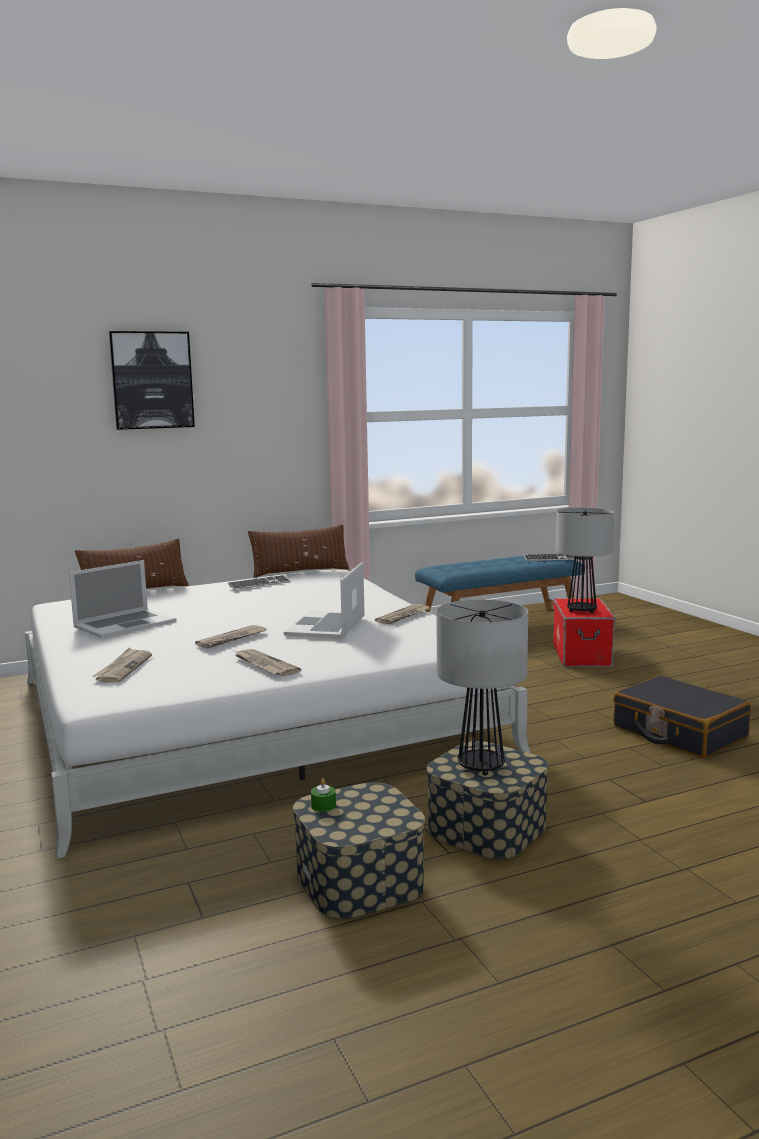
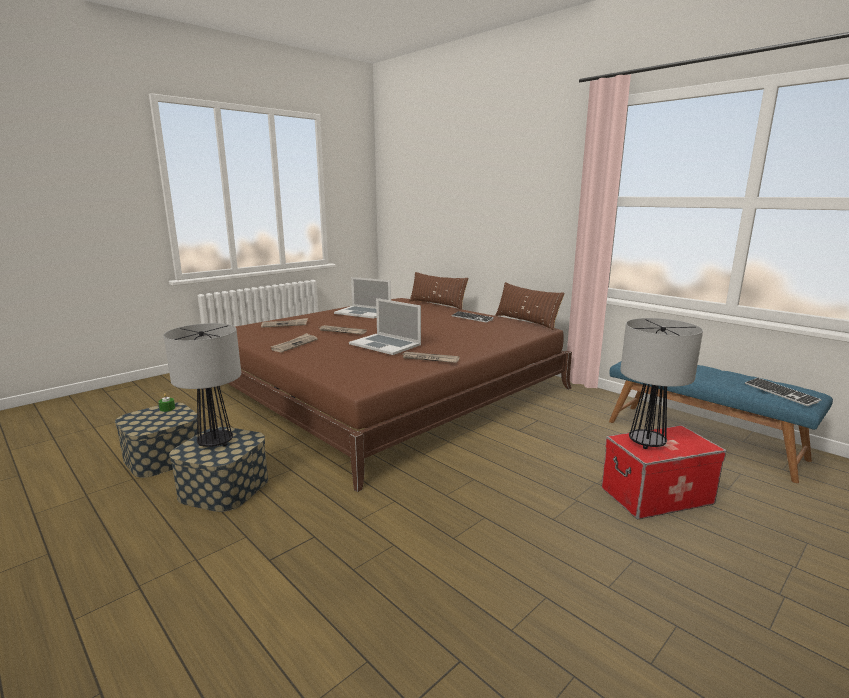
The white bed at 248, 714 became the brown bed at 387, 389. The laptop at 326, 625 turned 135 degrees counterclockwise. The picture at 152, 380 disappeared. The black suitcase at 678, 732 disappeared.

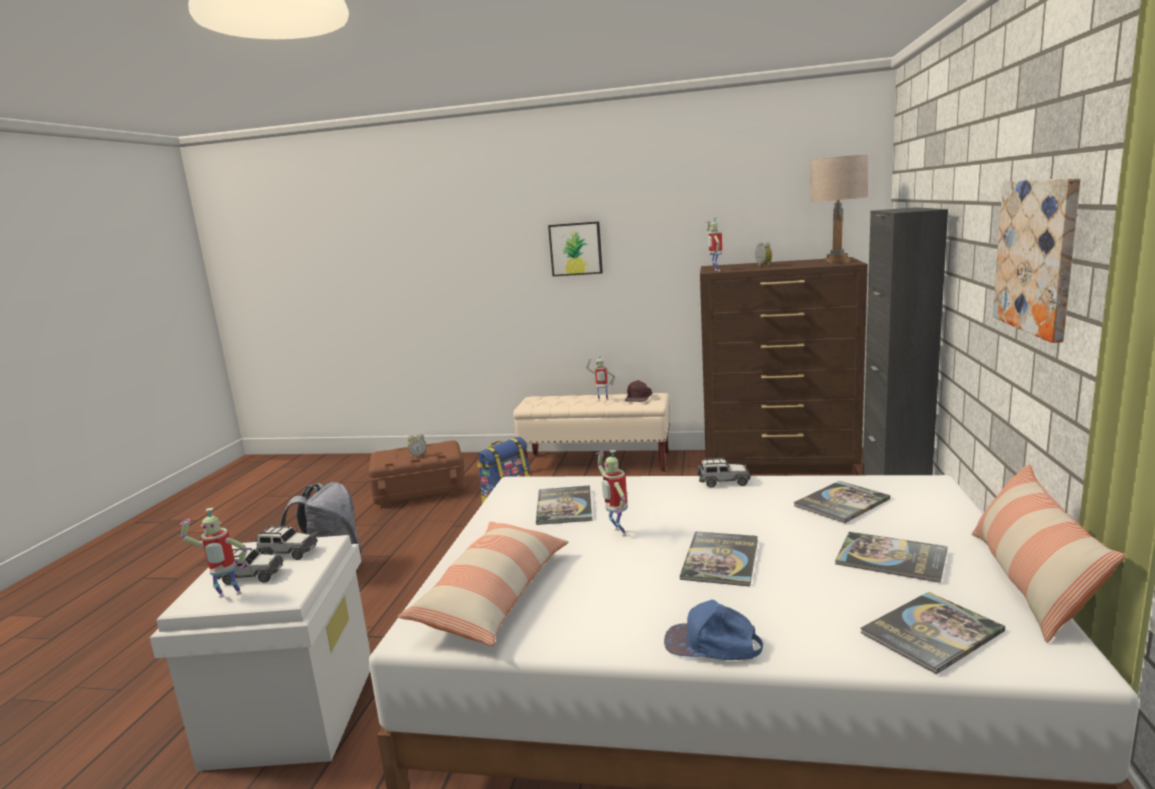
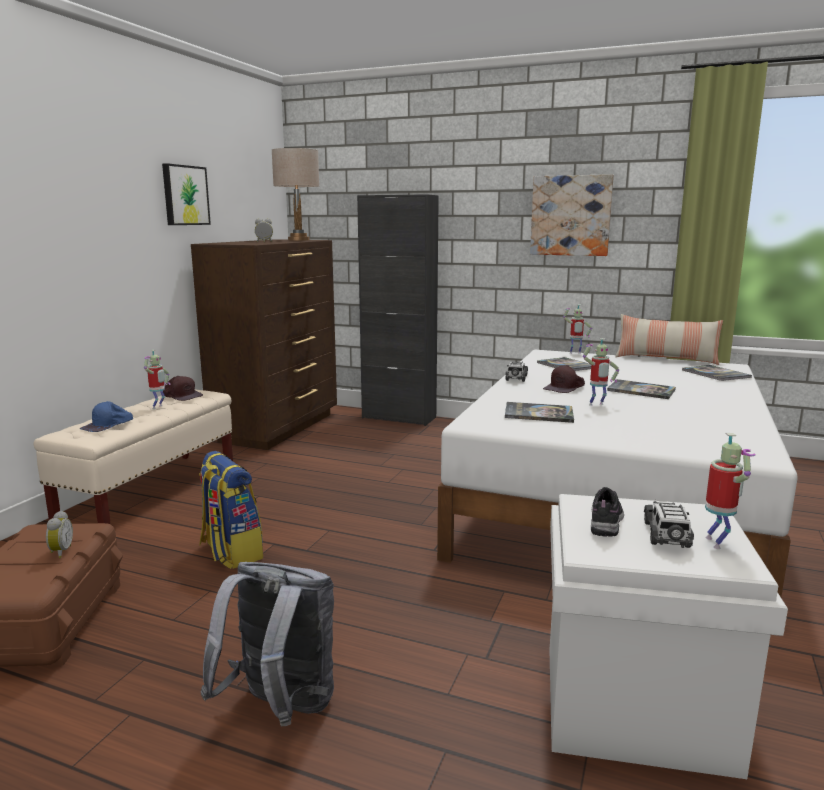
The blue cap moved from 712, 645 to 108, 425. The picture moved from 576, 249 to 185, 195. The brown cap at 565, 388 appeared. The toy robot moved from 715, 270 to 575, 353. The toy car at 287, 553 was replaced by the shoe at 605, 521. The pillow at 494, 596 disappeared. The book at 891, 558 disappeared.

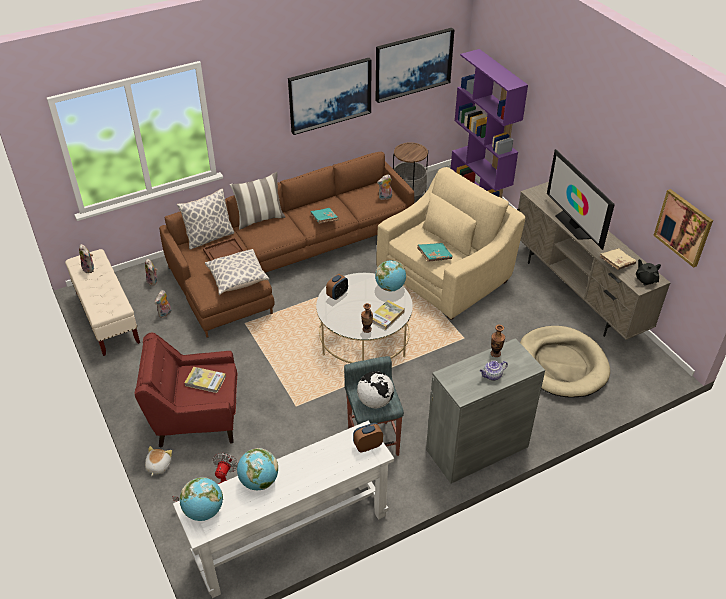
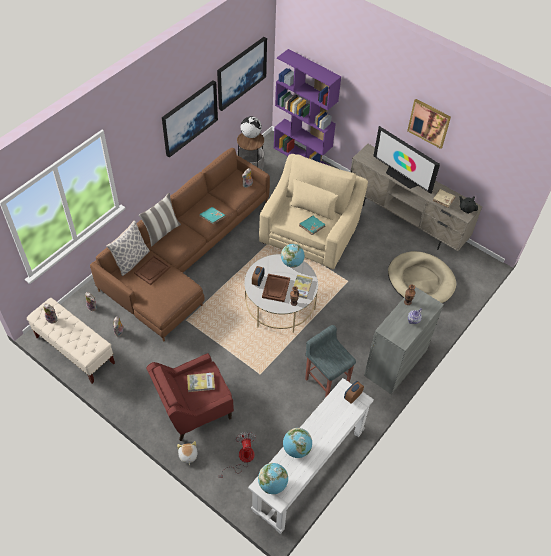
The globe moved from 375, 401 to 251, 135. The brown tray at 276, 288 appeared. The picture moved from 683, 227 to 429, 123. The pillow at 237, 279 disappeared.

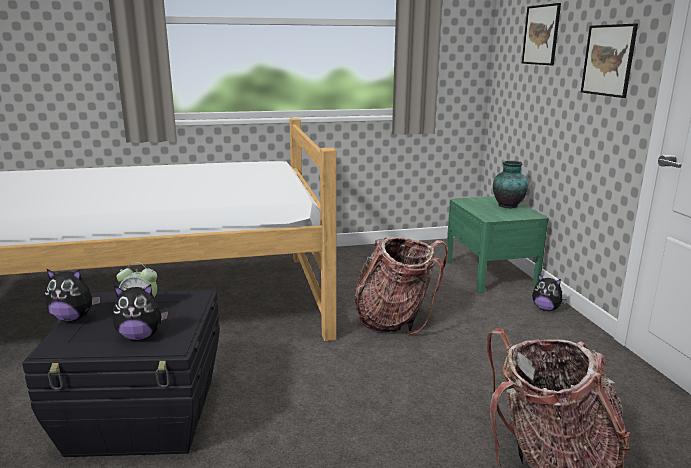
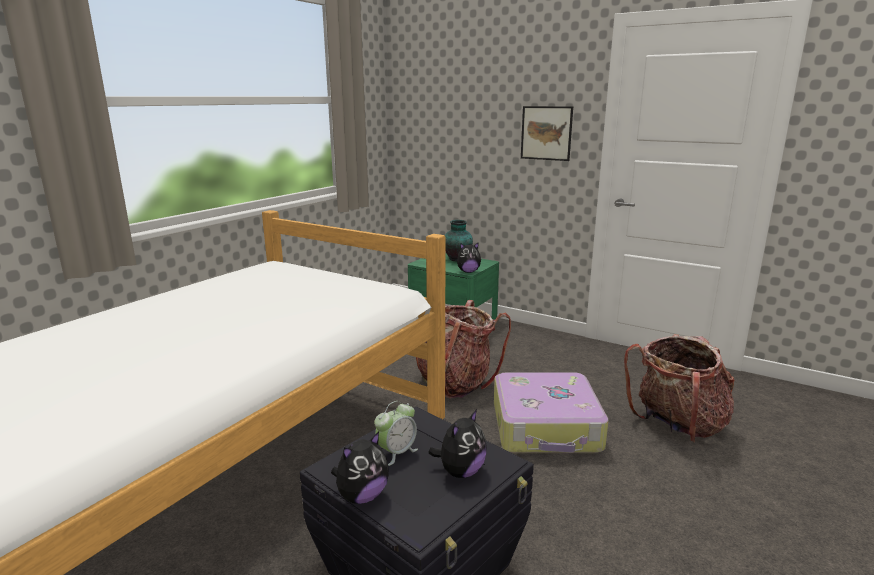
The plush toy moved from 546, 309 to 468, 271. The suitcase at 546, 427 appeared. The picture at 541, 35 disappeared.

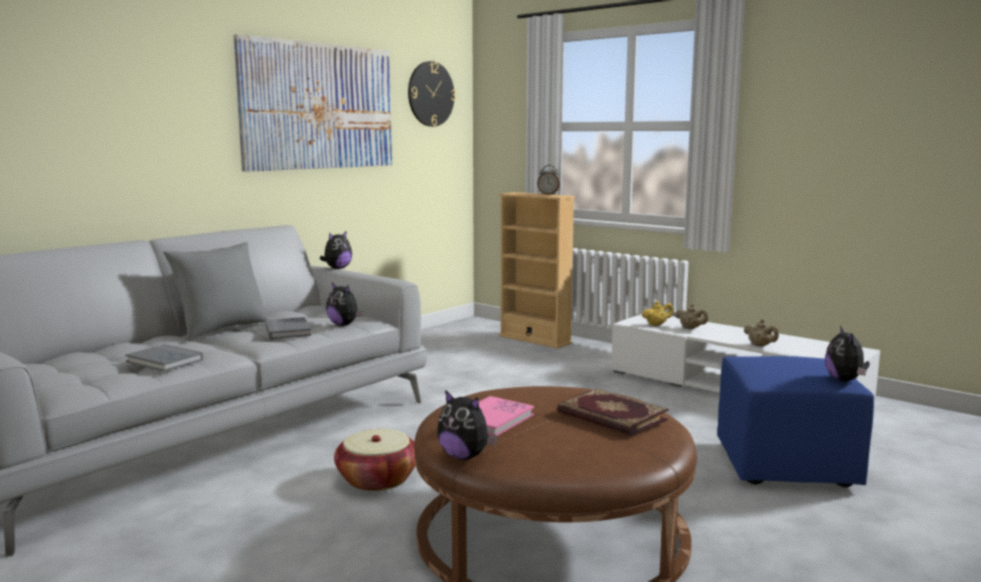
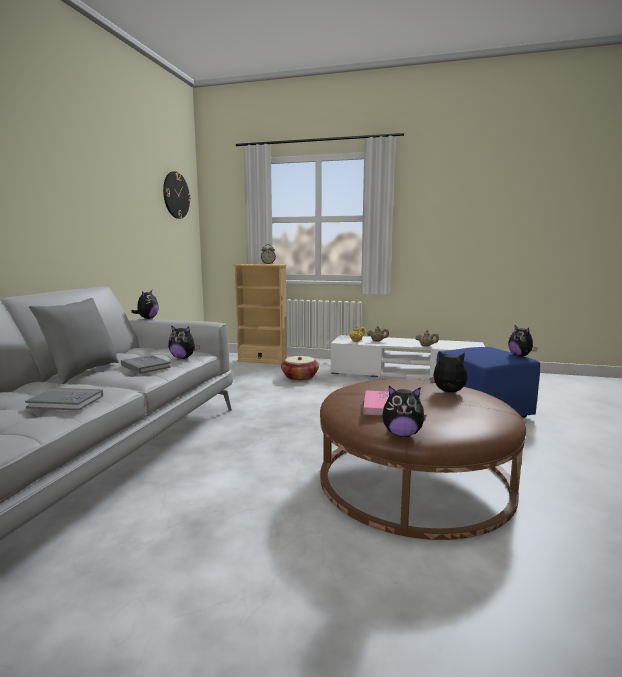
The basket moved from 377, 479 to 300, 377. The book at 611, 417 was replaced by the plush toy at 448, 392. The picture at 318, 106 disappeared.

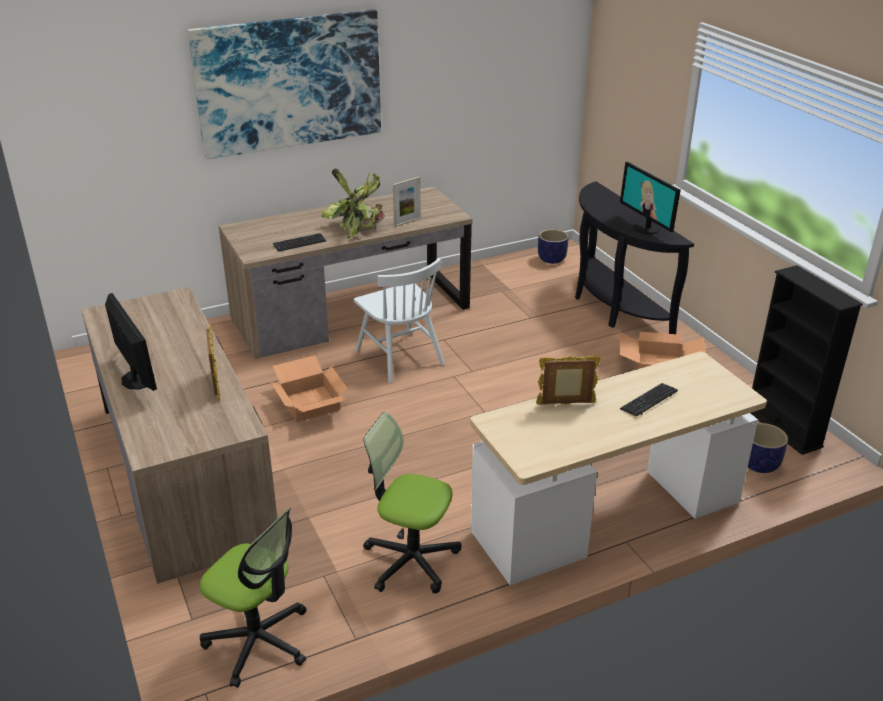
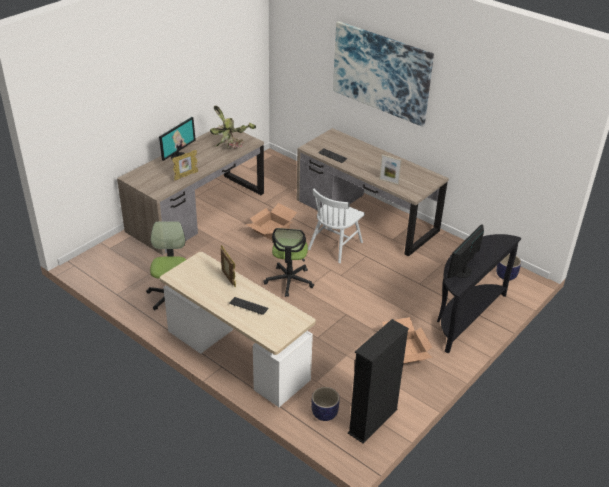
The potted plant moved from 358, 226 to 233, 145. The office chair moved from 258, 641 to 289, 281.

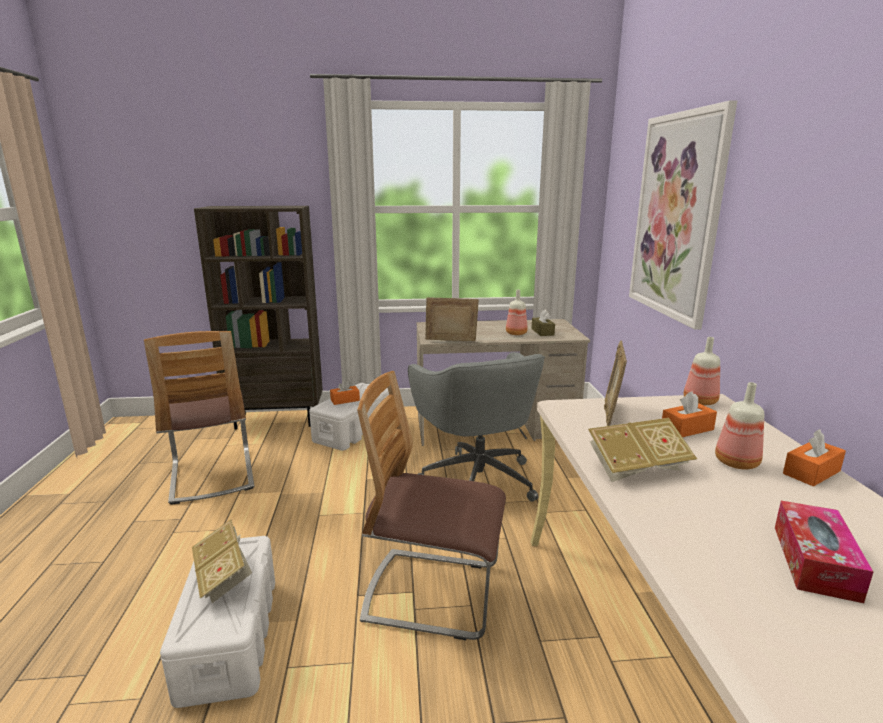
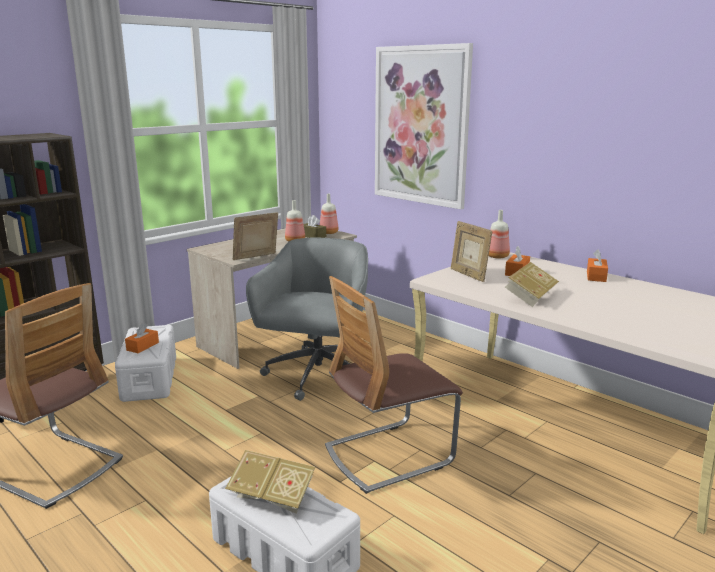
The grey office chair at 477, 478 turned 105 degrees counterclockwise. The bottle moved from 736, 463 to 329, 233. The tissue box at 814, 561 disappeared.

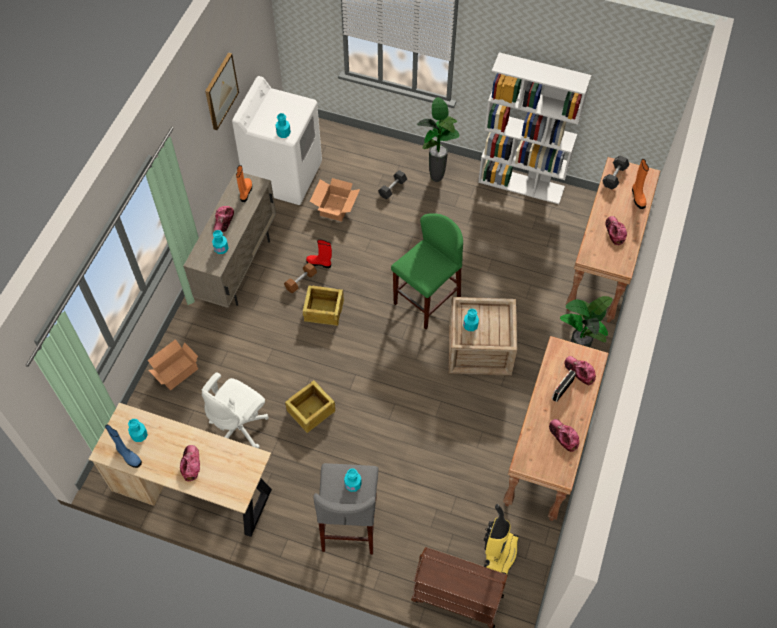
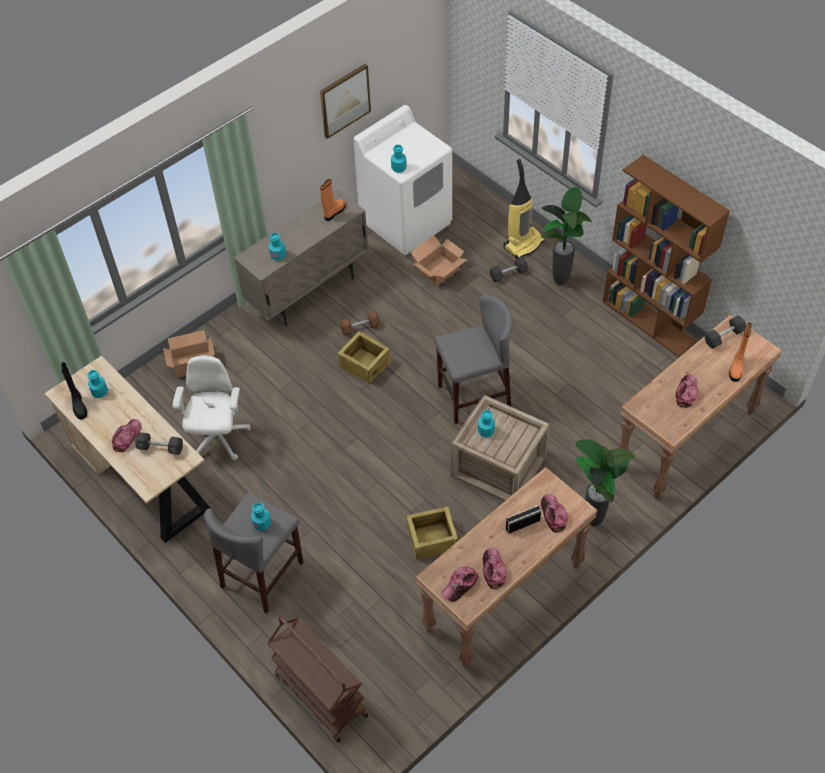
The blue boot at 128, 455 became the black boot at 79, 405. The black dumbbell at 160, 448 appeared. The white office chair at 240, 427 turned 120 degrees clockwise. The crate moved from 310, 411 to 431, 538. The green stool at 426, 300 became the grey stool at 473, 396. The cap moved from 224, 220 to 460, 585. The vacuum cleaner moved from 500, 551 to 523, 244. The white bookcase at 521, 184 became the brown bookcase at 649, 321. The red boot at 319, 263 disappeared.

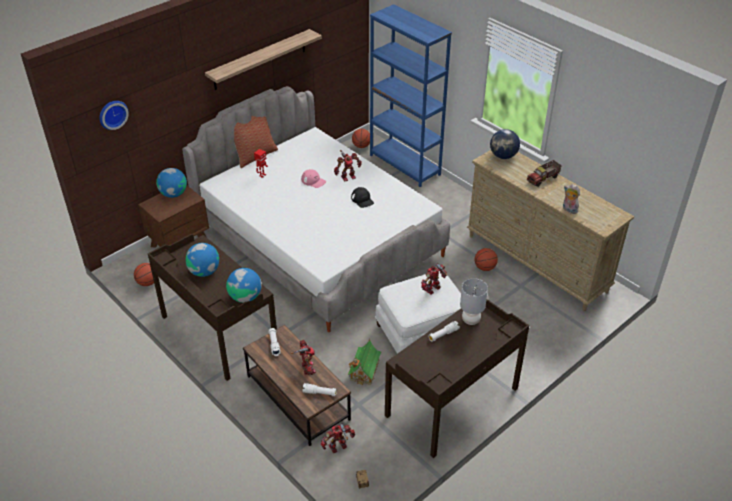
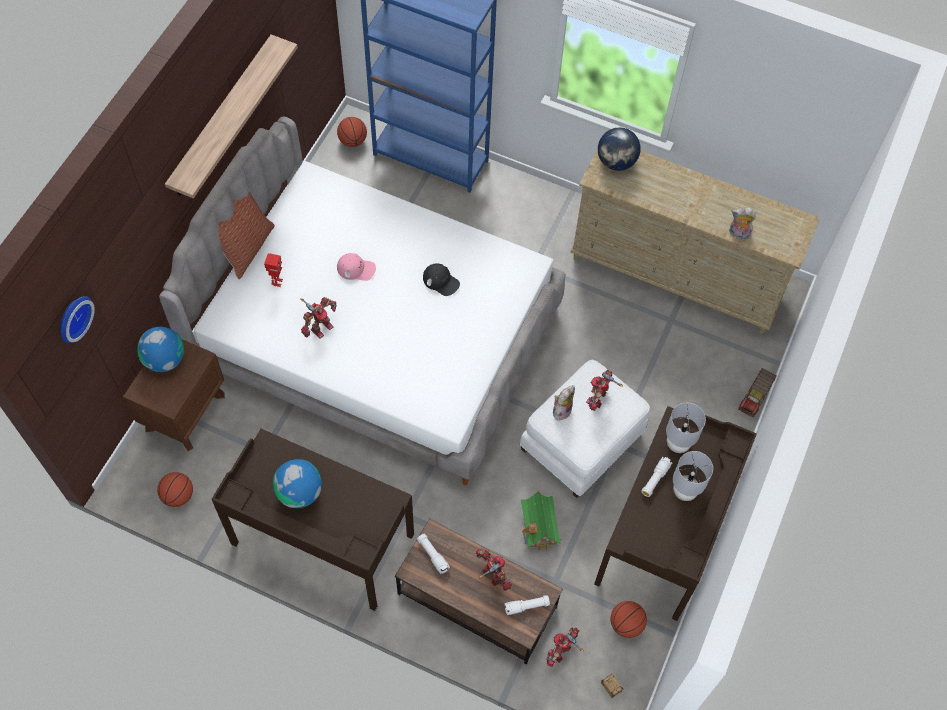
The toy robot moved from 347, 176 to 320, 327. The plush toy at 561, 410 appeared. The basketball moved from 485, 267 to 626, 624. The grey table lamp at 684, 491 appeared. The toy truck moved from 543, 179 to 755, 397. The globe at 245, 297 disappeared.

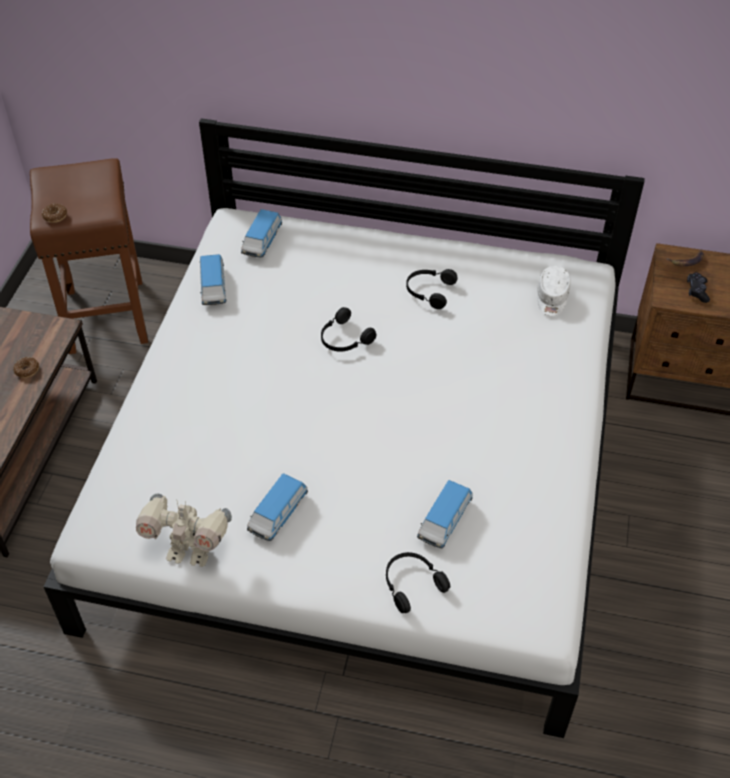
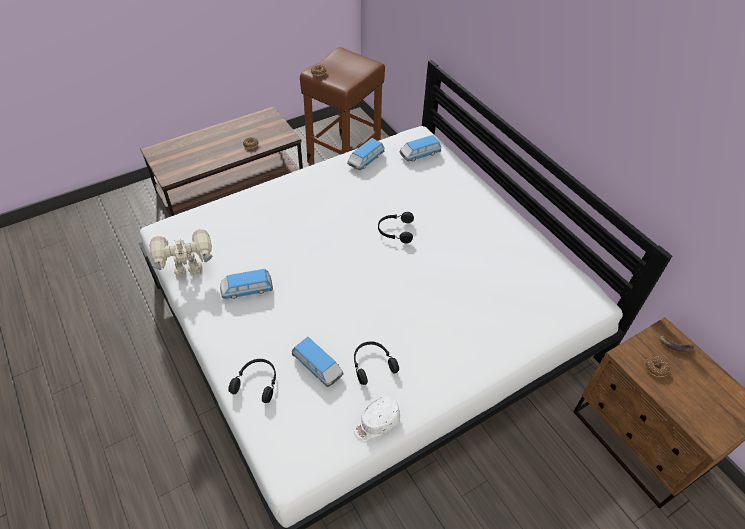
The toy robot at 190, 552 turned 105 degrees clockwise. The toy car at 444, 521 turned 120 degrees counterclockwise. The black headphones moved from 429, 291 to 372, 364. The white cap moved from 552, 298 to 376, 423. The black game controller at 697, 291 was replaced by the donut at 656, 368.

